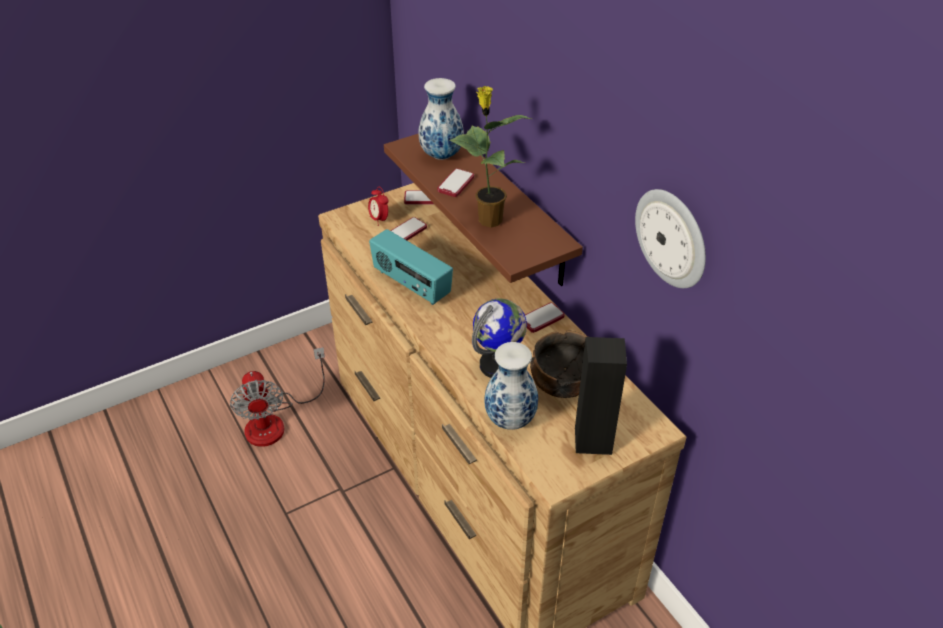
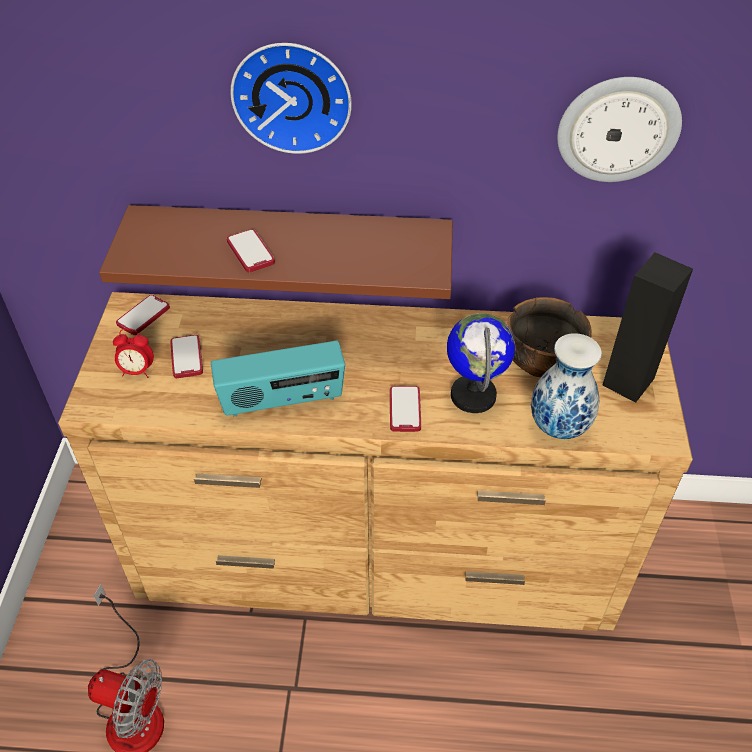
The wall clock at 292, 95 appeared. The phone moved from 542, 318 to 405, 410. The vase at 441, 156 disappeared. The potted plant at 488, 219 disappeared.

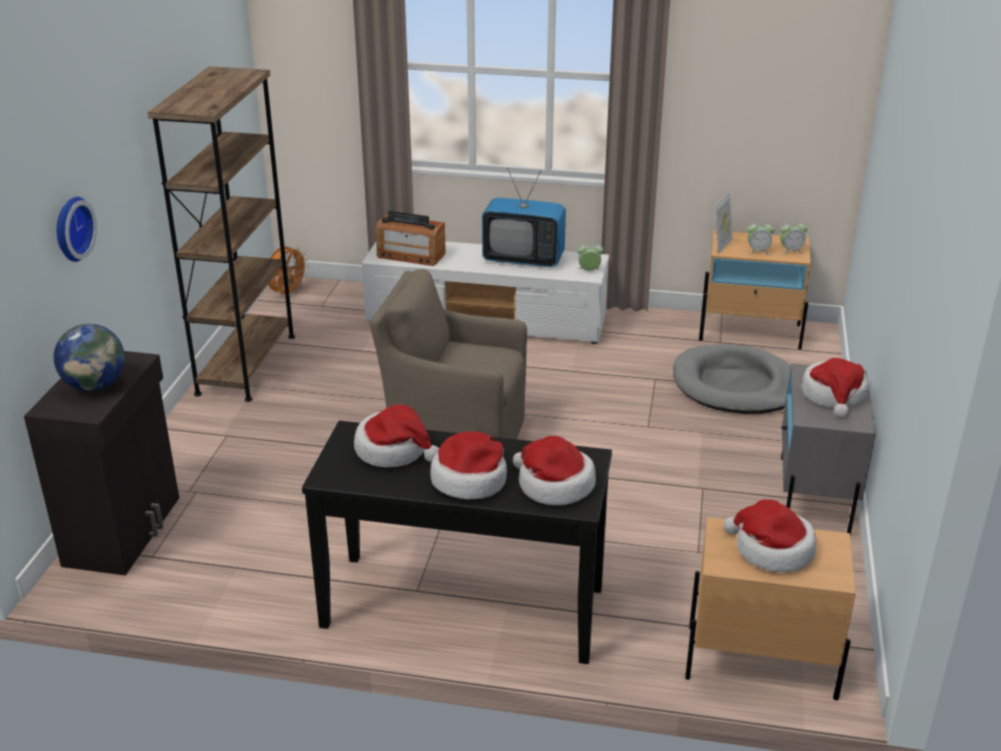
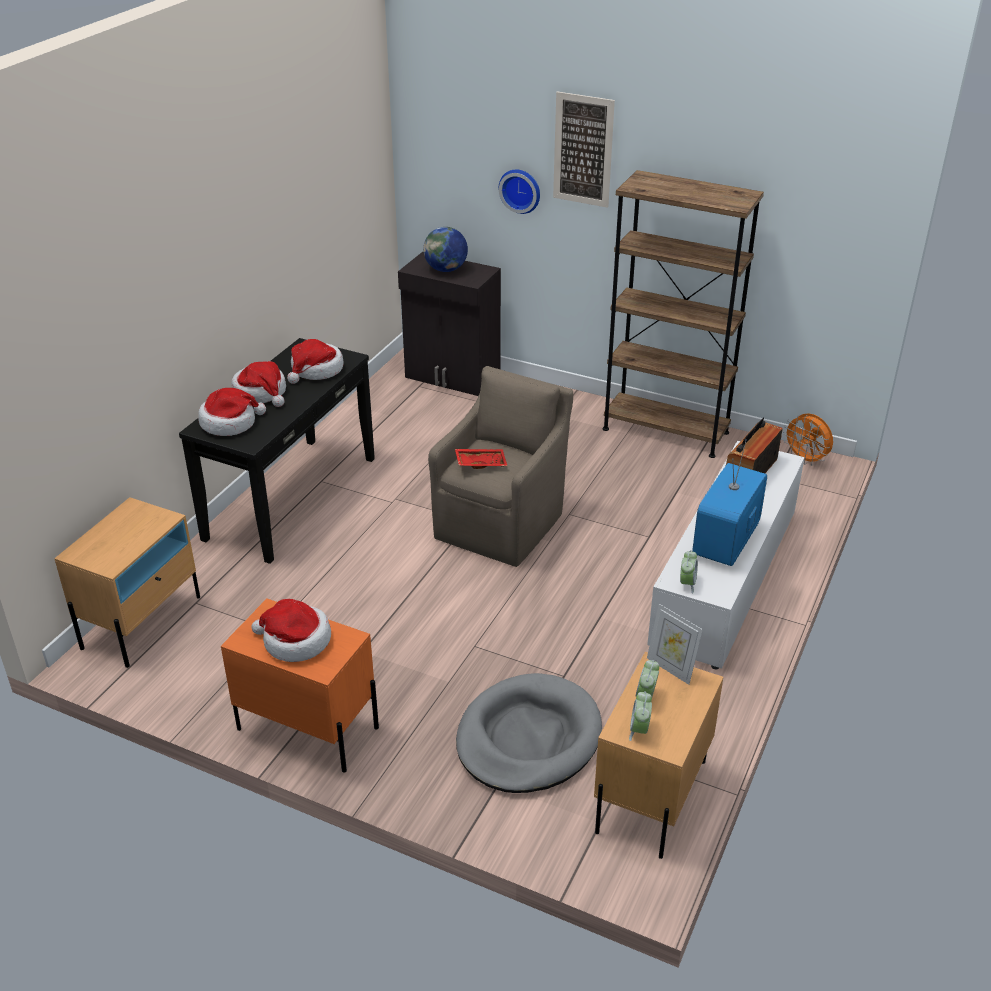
The grey nightstand at 813, 496 became the orange nightstand at 307, 728. The red tray at 480, 463 appeared. The picture at 583, 150 appeared. The hat at 771, 550 disappeared.

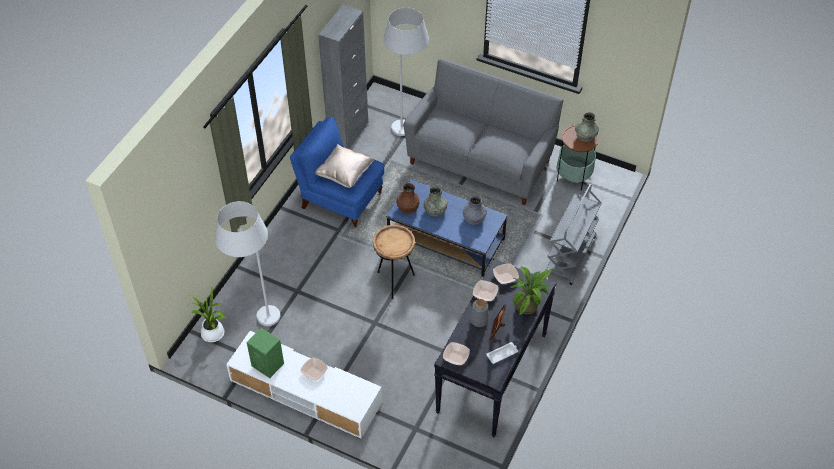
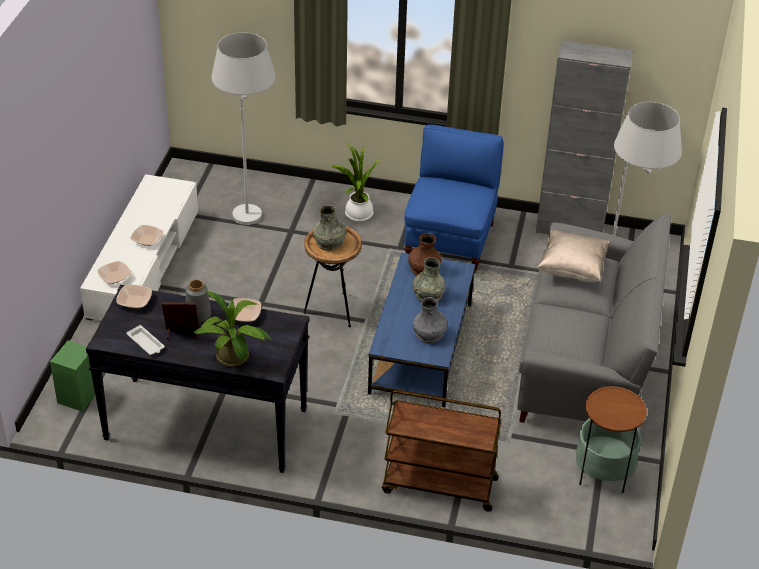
The green speaker moved from 268, 365 to 78, 397. The bowl moved from 505, 276 to 115, 277. The grey vase moved from 585, 135 to 329, 242. The potted plant moved from 214, 335 to 357, 215. The grey cart at 570, 256 became the brown cart at 438, 486. The beige pillow moved from 344, 174 to 572, 269.

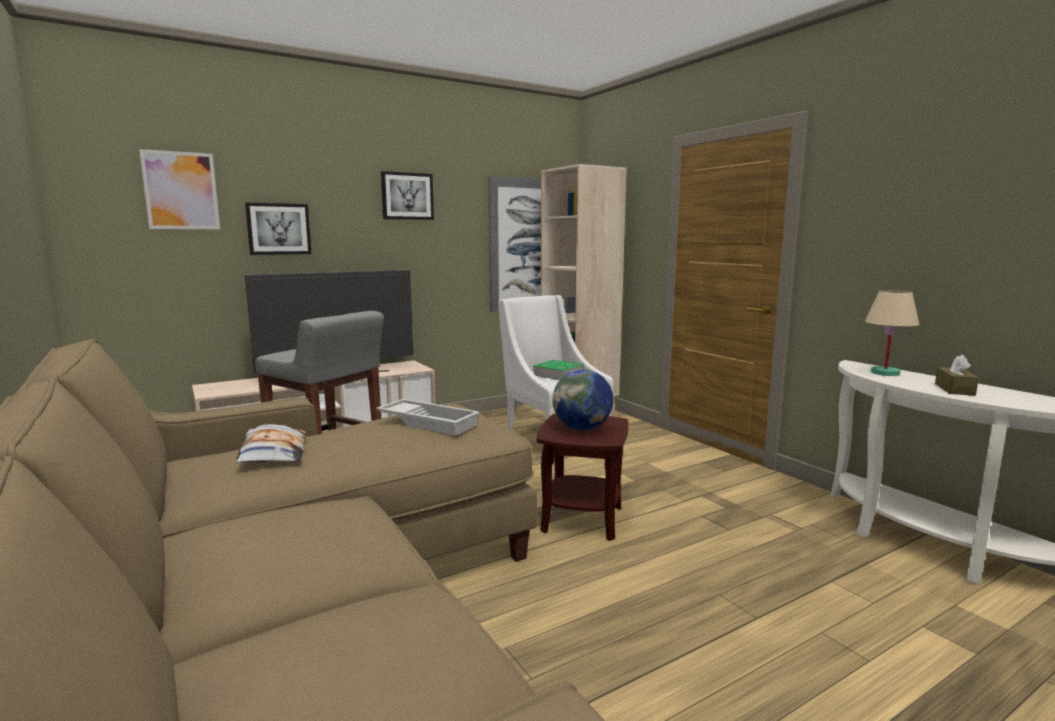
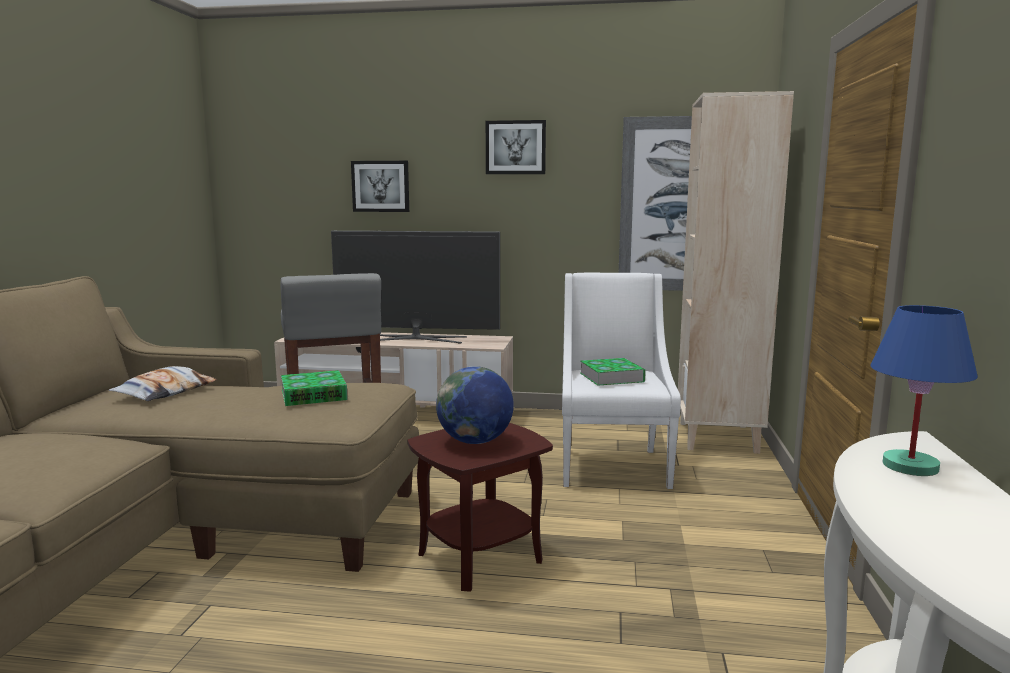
The white tray at 429, 422 was replaced by the book at 313, 395. The beige table lamp at 885, 373 became the blue table lamp at 911, 467. The picture at 181, 190 disappeared. The brown tissue box at 954, 389 disappeared.

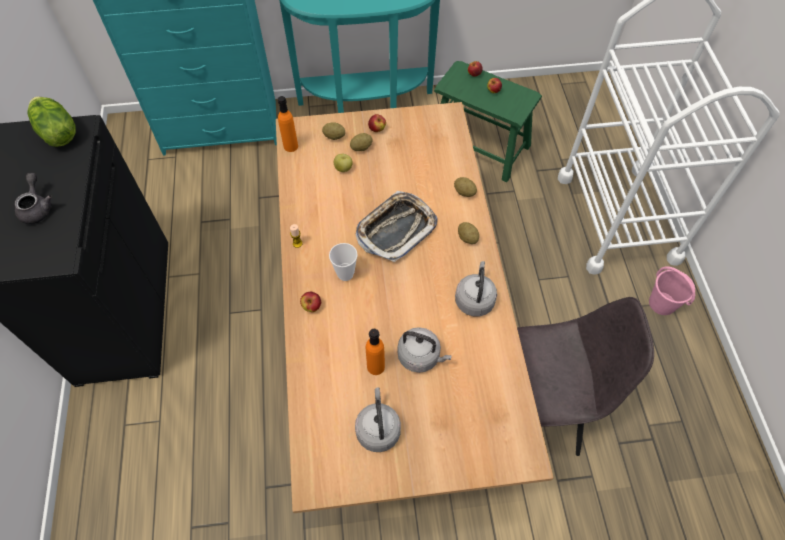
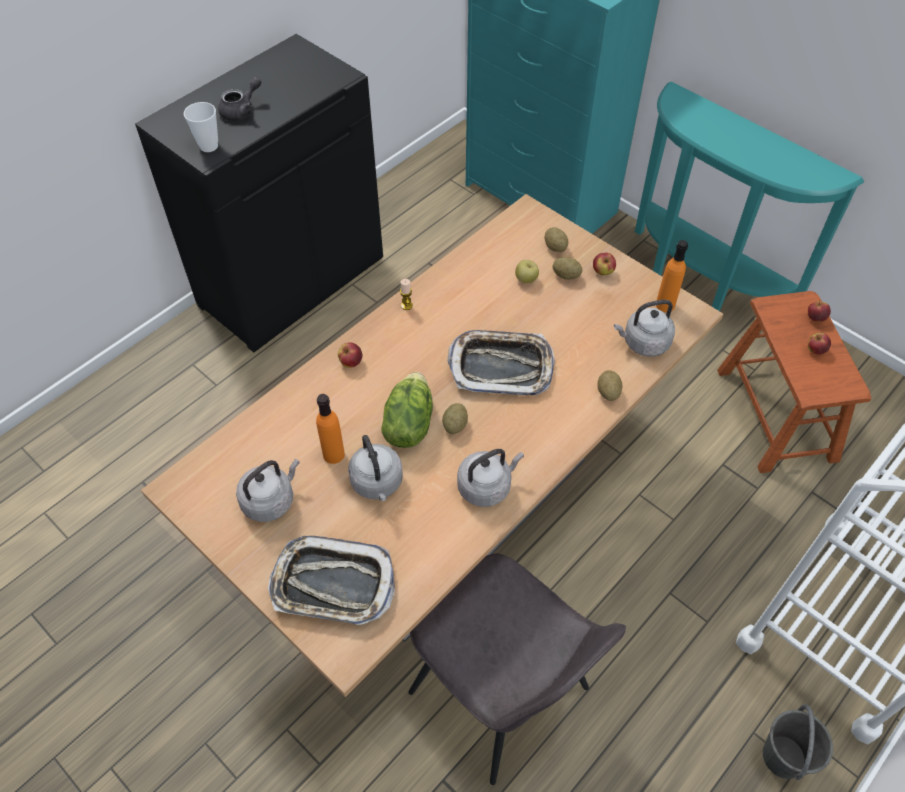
The cup moved from 345, 274 to 209, 146. The tray at 332, 585 appeared. The lettuce moved from 57, 133 to 408, 424. The potato moved from 467, 238 to 455, 425. The grey kettle at 643, 343 appeared. The orange bottle moved from 290, 146 to 665, 305. The green stool at 479, 146 became the brown stool at 776, 414. The pink bucket at 662, 304 became the grey bucket at 783, 757.

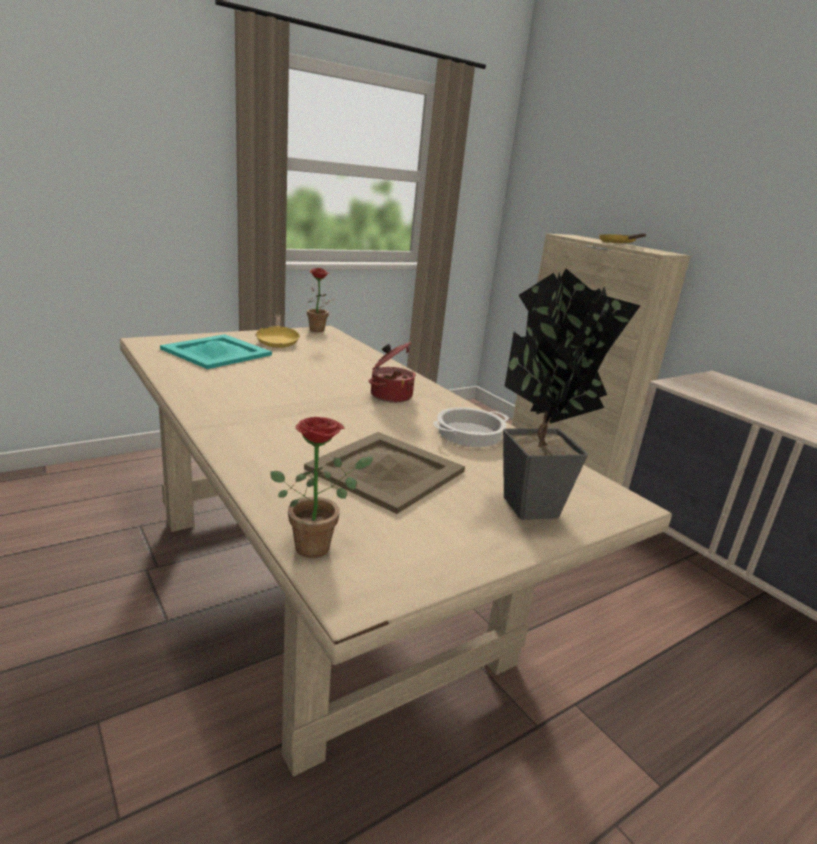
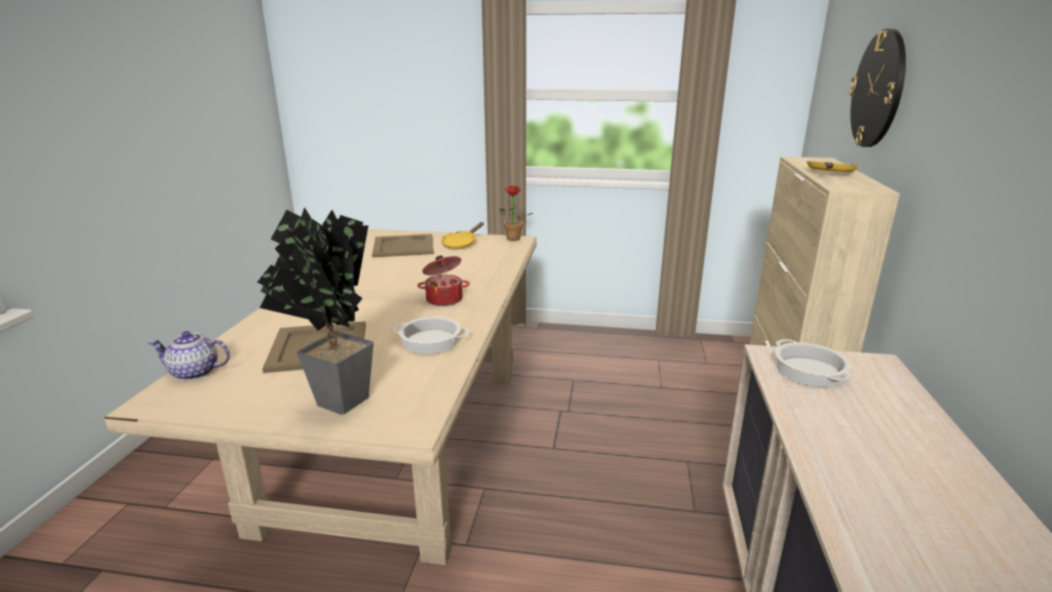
The potted plant at 319, 545 was replaced by the teapot at 195, 372. The turquoise tray at 217, 352 became the beige tray at 404, 246. The cooking pot at 808, 371 appeared. The wall clock at 878, 89 appeared.

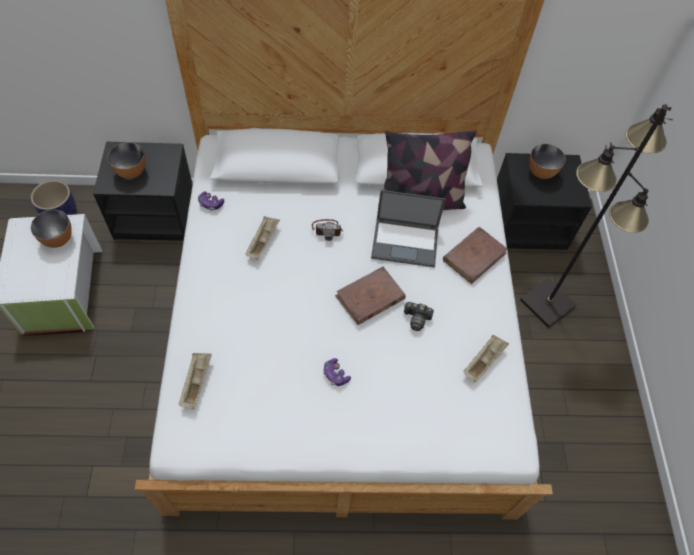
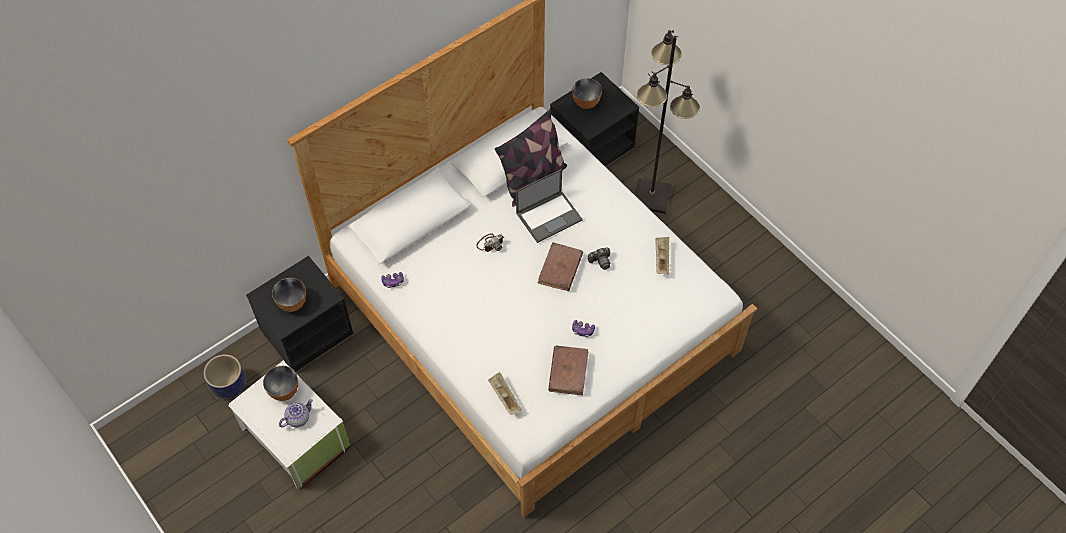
The teapot at 298, 418 appeared. The brown book moved from 474, 256 to 568, 371. The beige tray at 263, 242 disappeared.

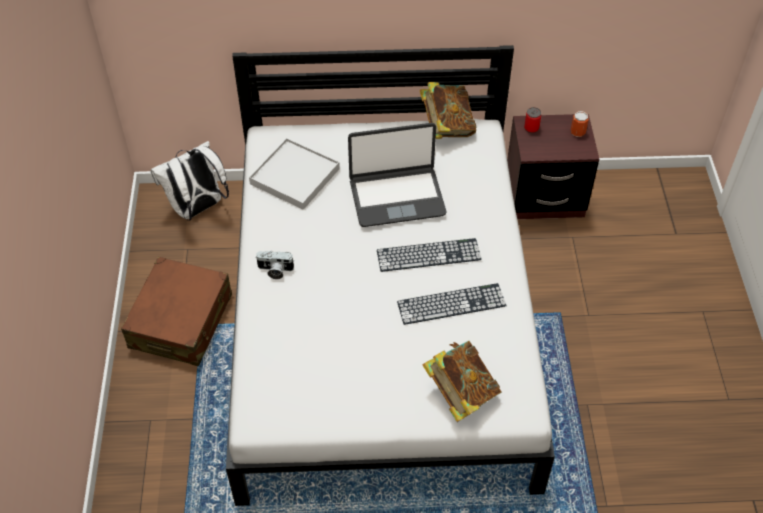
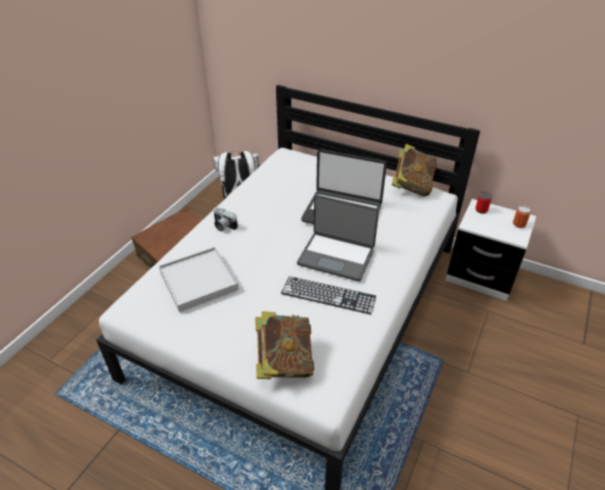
The white tray moved from 295, 176 to 198, 281. The keyboard at 428, 255 was replaced by the laptop at 336, 256. The brown nightstand at 544, 197 became the white nightstand at 480, 276.

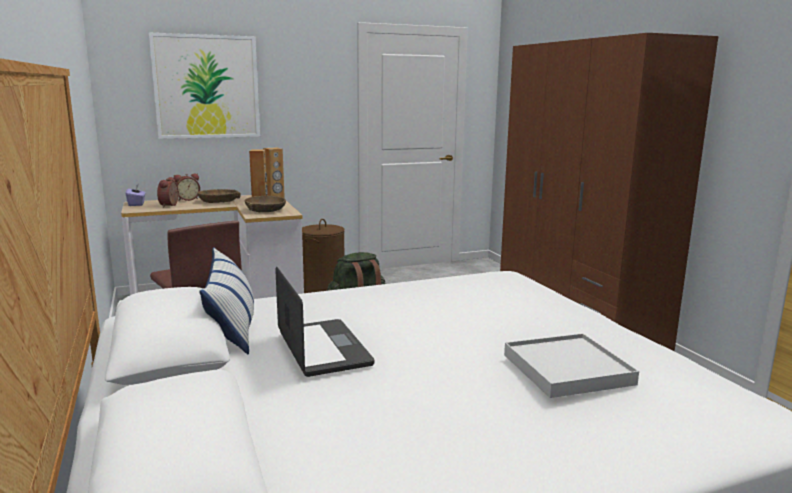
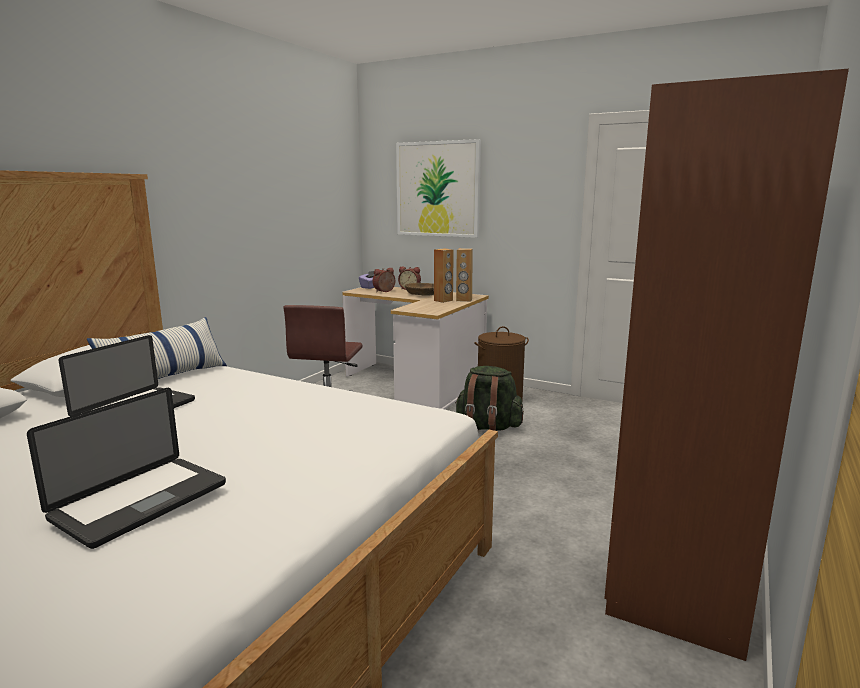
The white tray at 567, 369 was replaced by the laptop at 140, 501. The brown bowl at 265, 210 disappeared.

